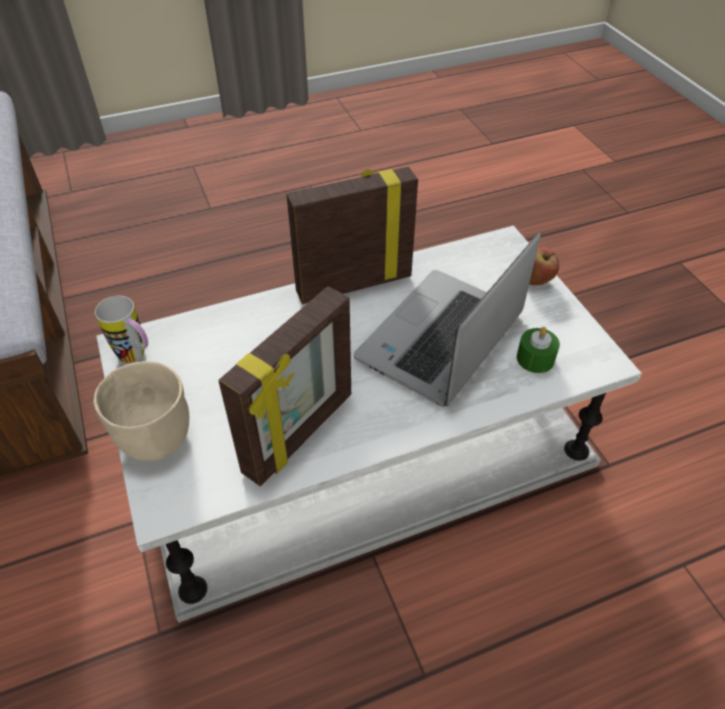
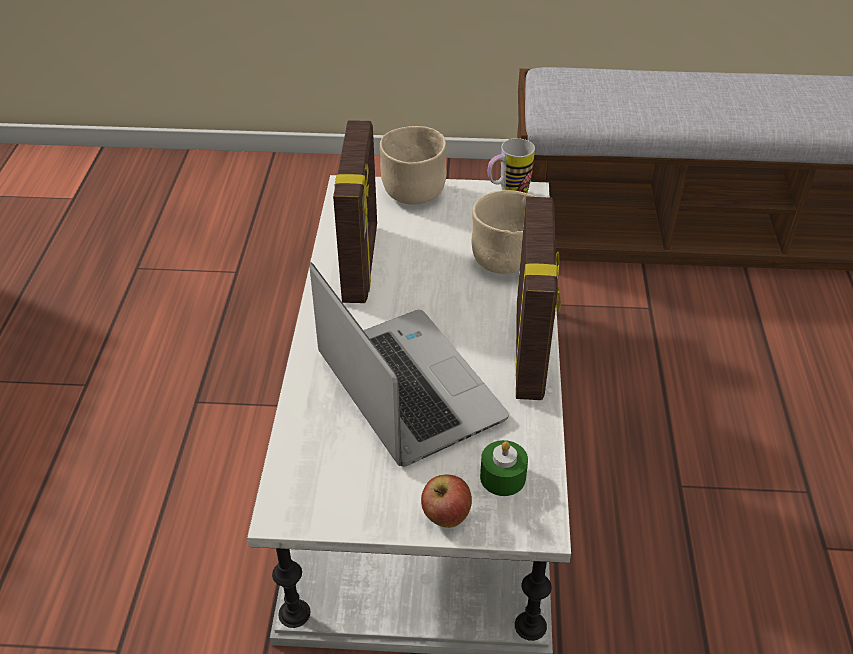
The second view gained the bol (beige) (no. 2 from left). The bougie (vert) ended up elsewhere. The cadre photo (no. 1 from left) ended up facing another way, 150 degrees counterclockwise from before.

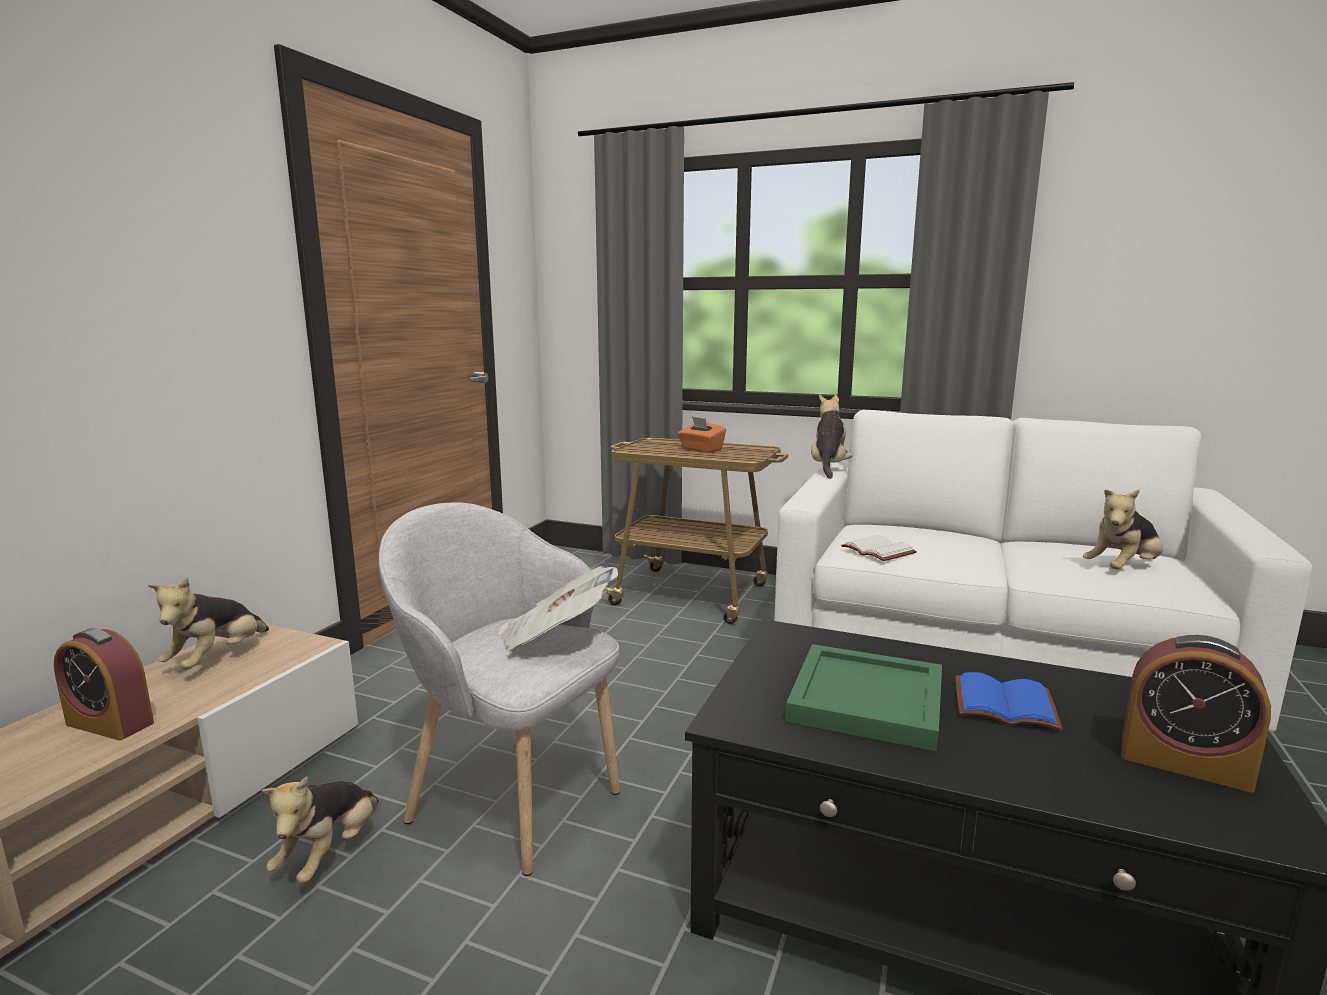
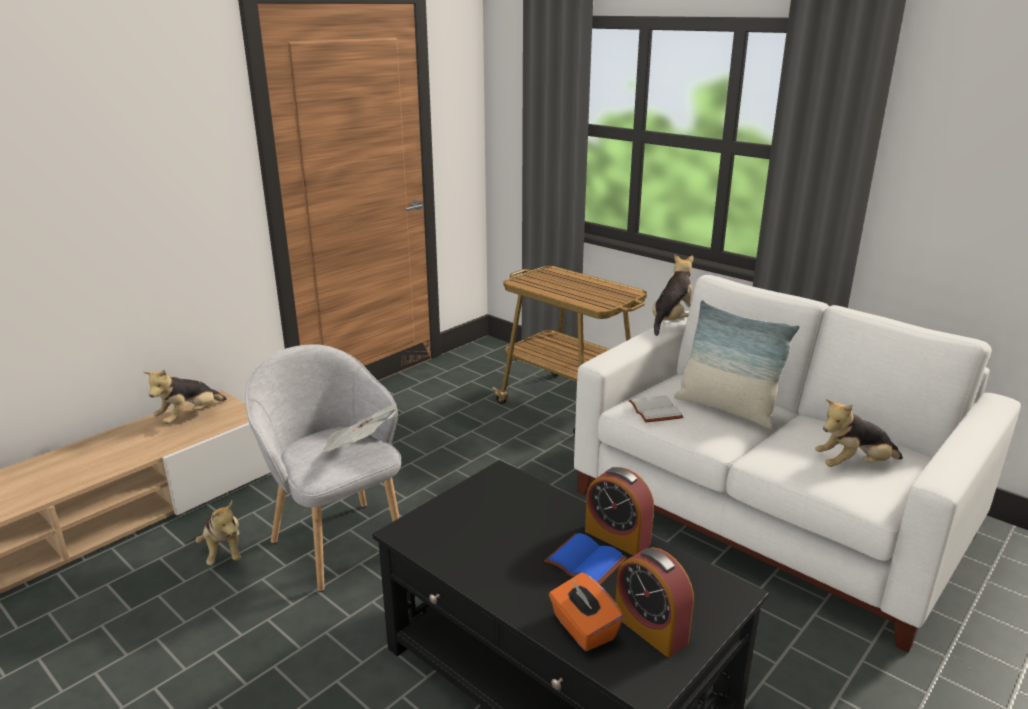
The second view lost the plateau (vert). The second view gained the coussin. The réveil (no. 1 from left) ended up elsewhere. The boîte à mouchoirs (orange) ended up elsewhere. The peluche (no. 2 from left) ended up facing another way, 60 degrees counterclockwise from before.

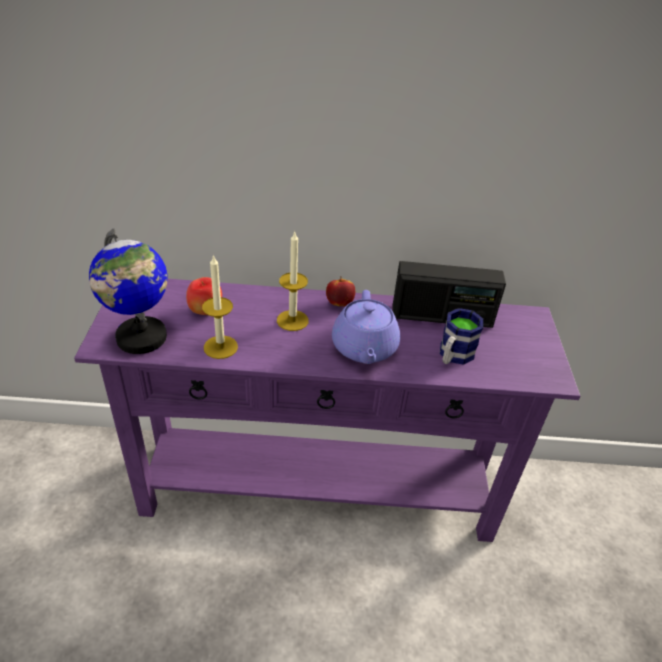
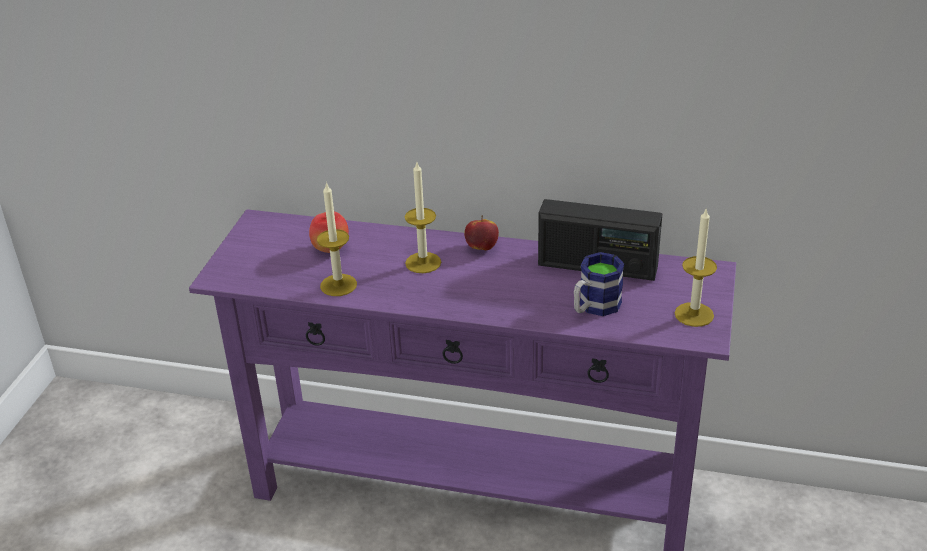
The second view lost the globe. The second view lost the théière (violet). The second view gained the bougie (no. 3 from left).

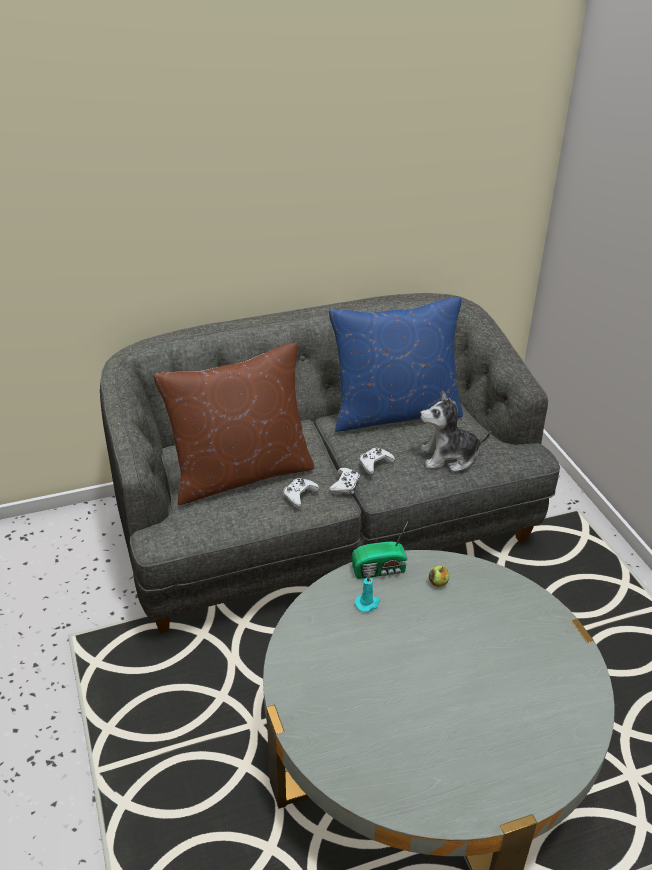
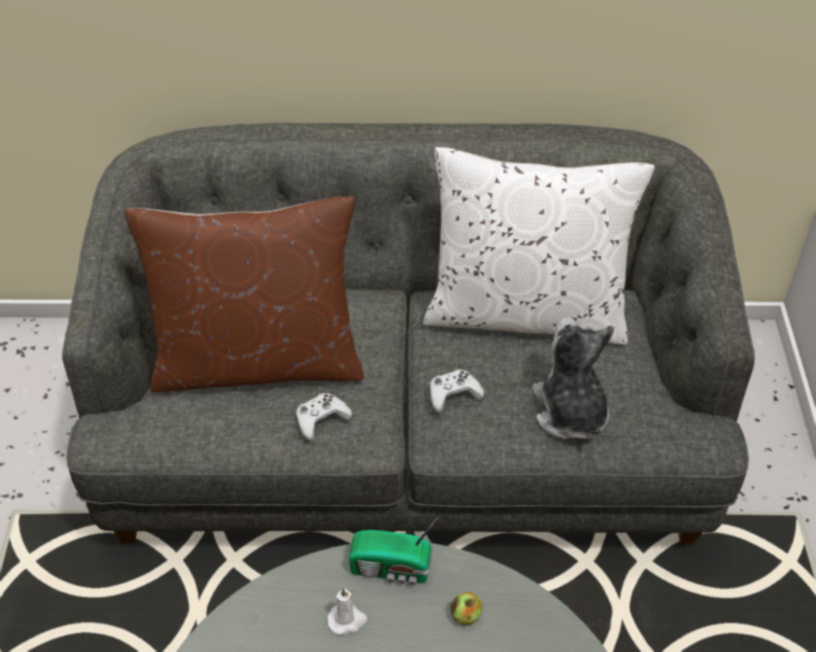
The second view lost the manette (blanc) (no. 2 from left). What was the coussin (bleu) turned into the coussin (blanc). What was the bougie (turquoise) turned into the bougie (blanc). The peluche ended up facing another way, 60 degrees clockwise from before.

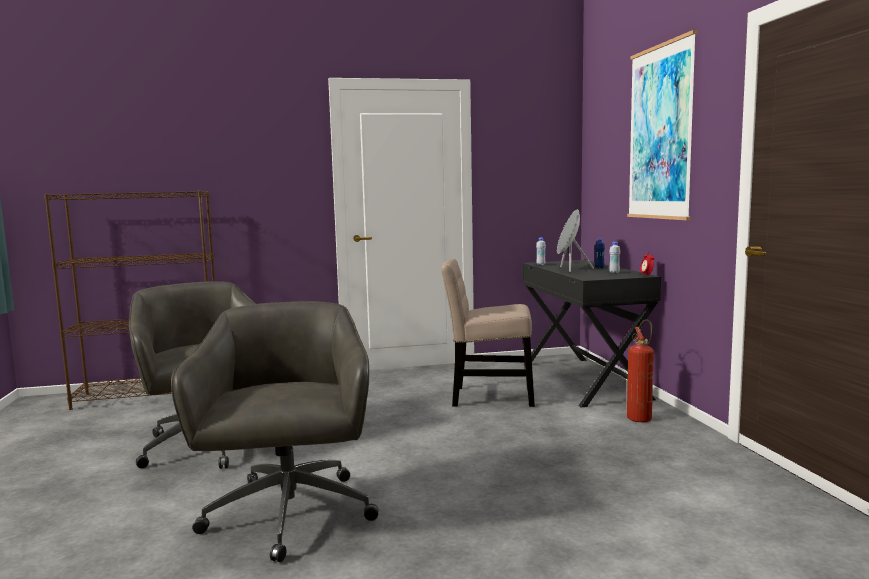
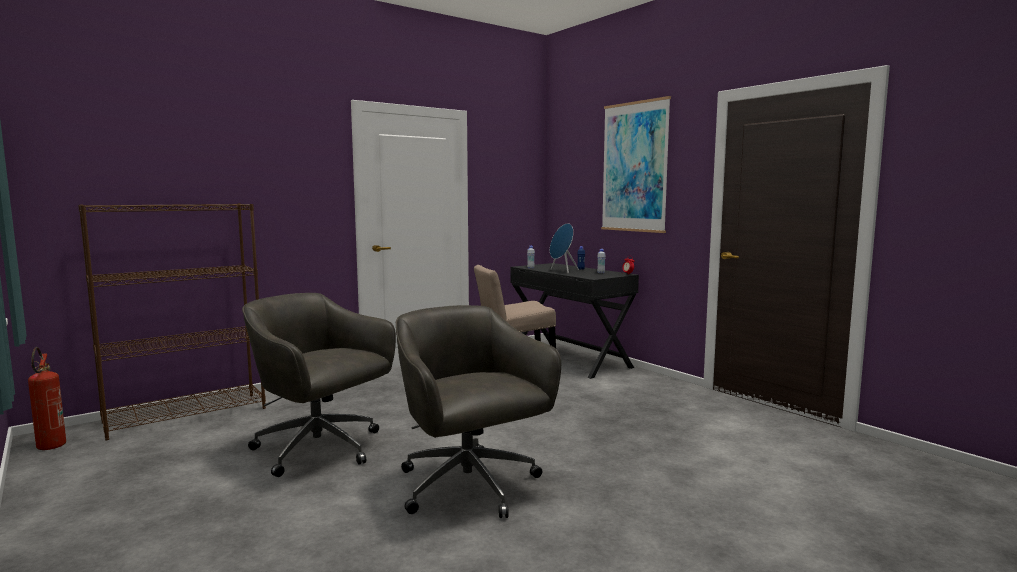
The extincteur ended up elsewhere. What was the enceinte (gris) turned into the enceinte (bleu).

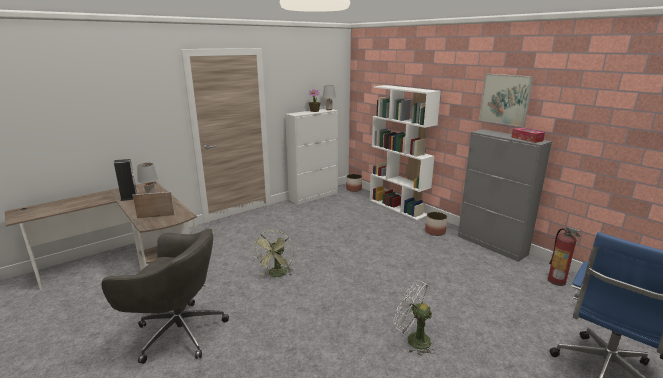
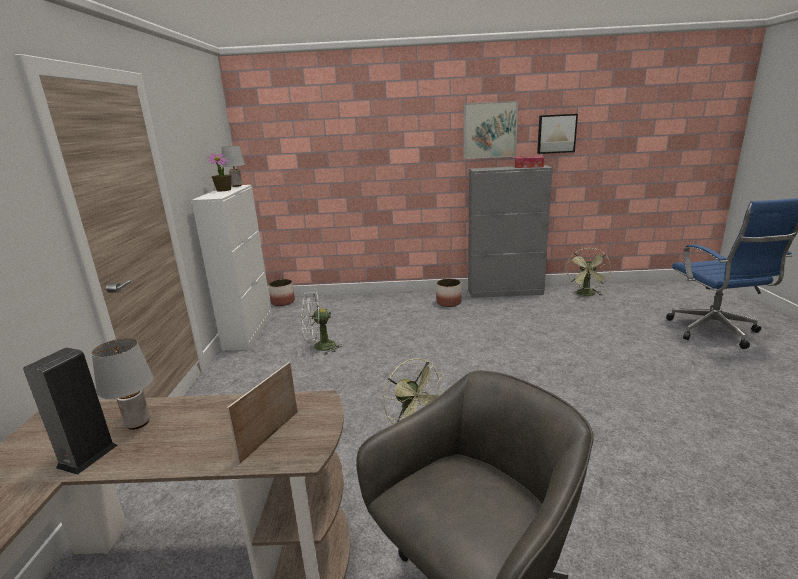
The second view lost the bibliothèque (blanc). The second view gained the tableau (no. 2 from left). The ventilateur (blanc) ended up elsewhere. Where the extincteur stood, the ventilateur (vert) (no. 2 from left) came to stand.

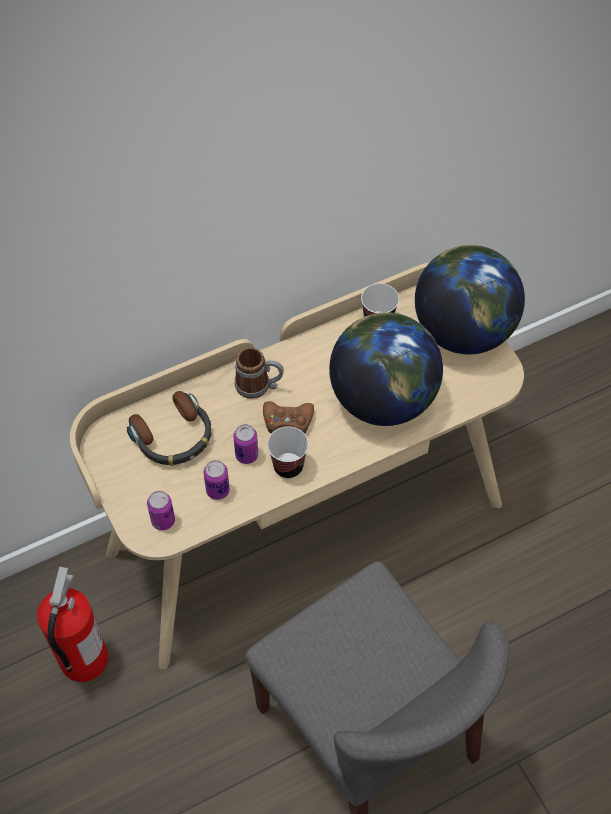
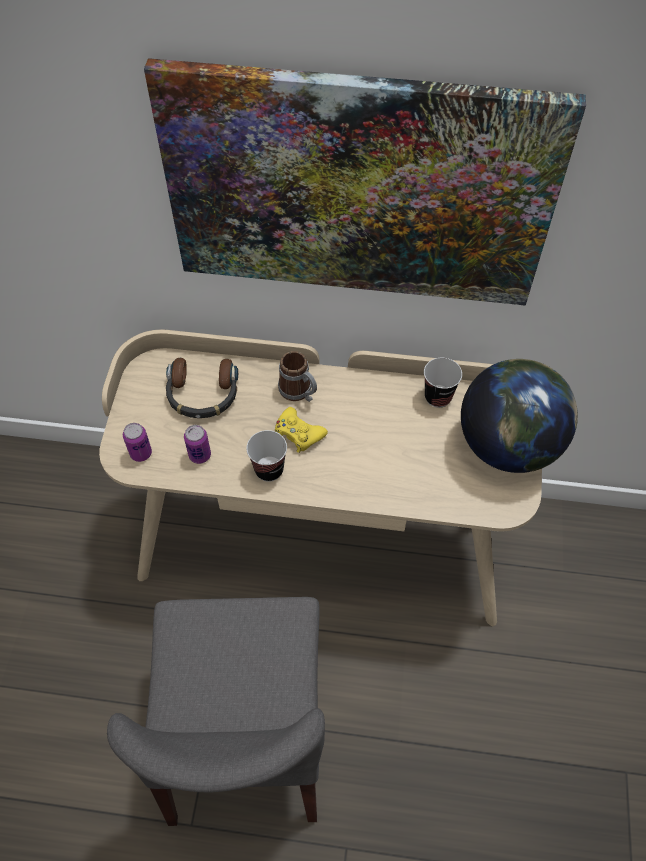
The second view lost the extincteur. The second view lost the boîte métallique (no. 3 from left). The second view lost the globe (no. 1 from left). The second view gained the tableau. What was the manette (marron) turned into the manette (jaune).

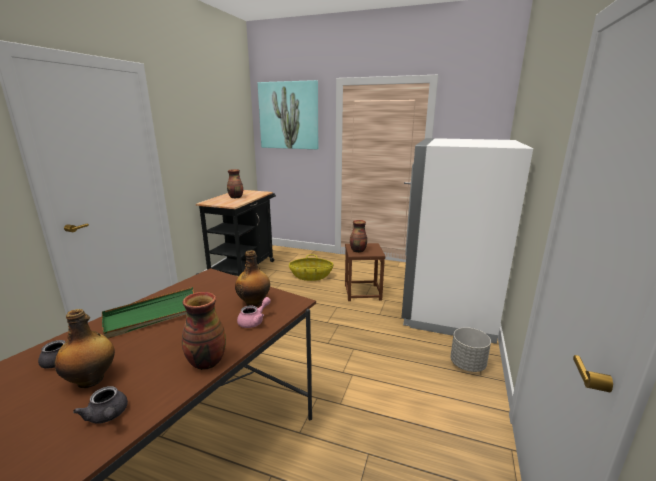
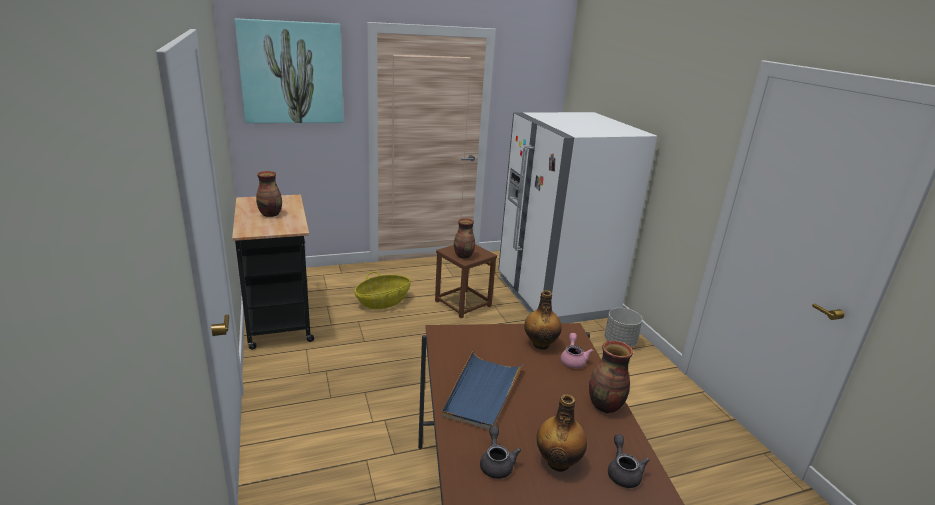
What was the plateau (vert) turned into the plateau (bleu). The théière (gris) (no. 2 from left) ended up facing another way, 105 degrees counterclockwise from before.

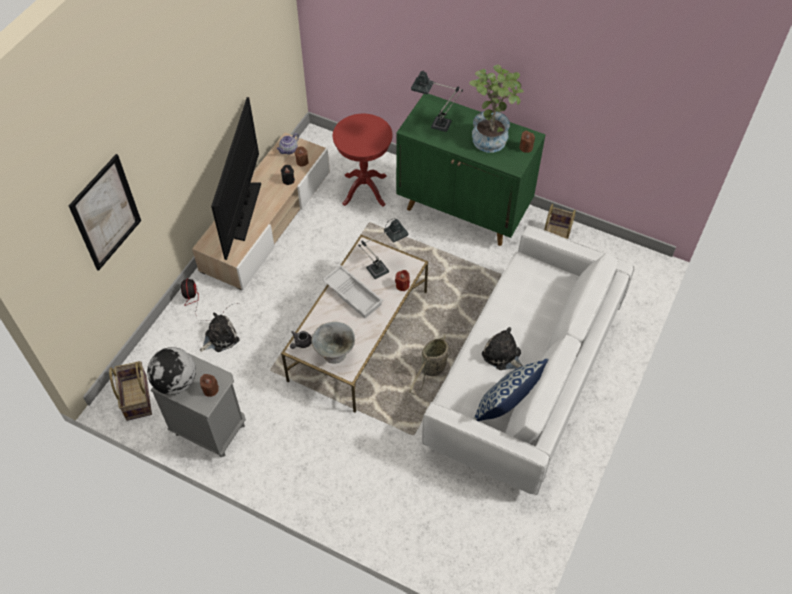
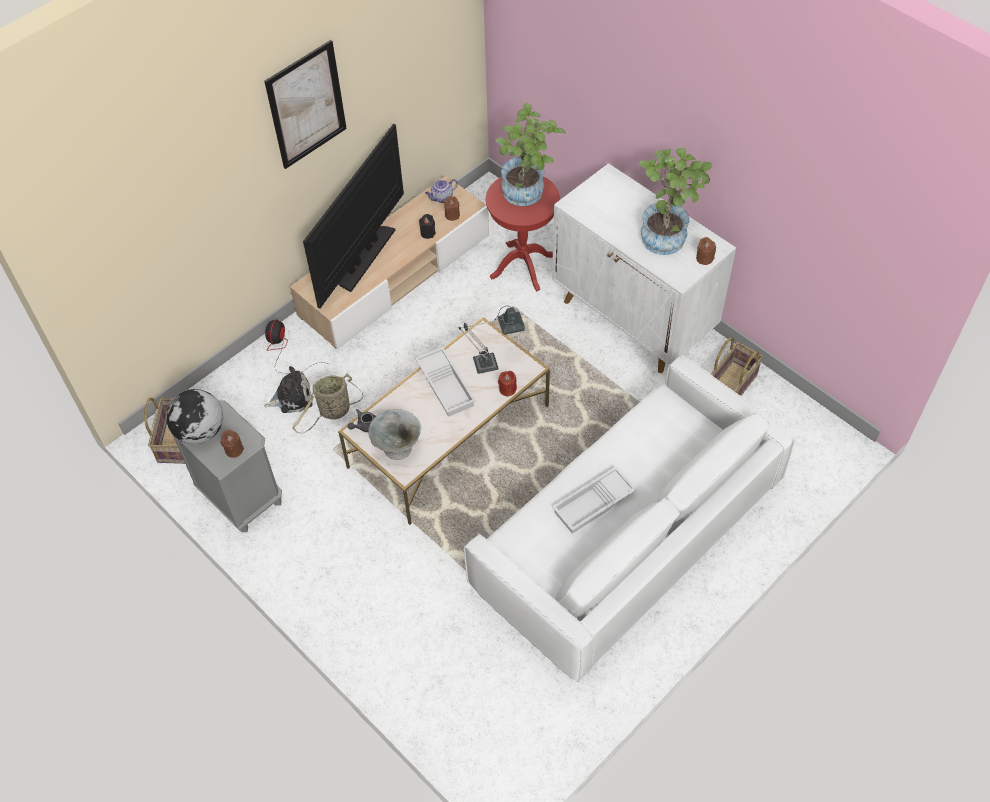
The second view lost the lampe de table (no. 2 from left). The second view lost the coussin. The second view gained the plante en pot (no. 1 from left). The tableau ended up elsewhere. The panier (no. 2 from left) ended up elsewhere. Where the peluche (no. 2 from left) stood, the plateau (blanc) (no. 2 from left) came to stand. What was the meuble de rangement (vert) turned into the meuble de rangement (blanc).

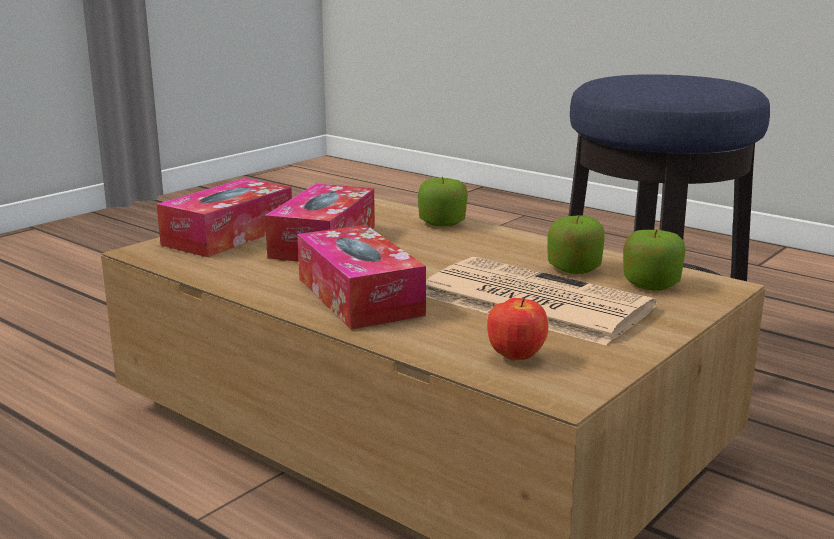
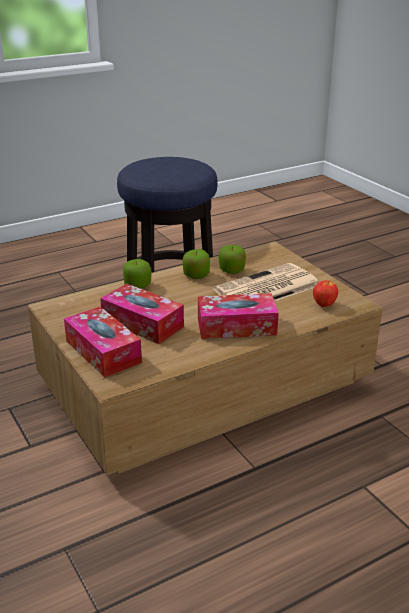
The pomme (no. 4 from left in the first image) ended up elsewhere.

